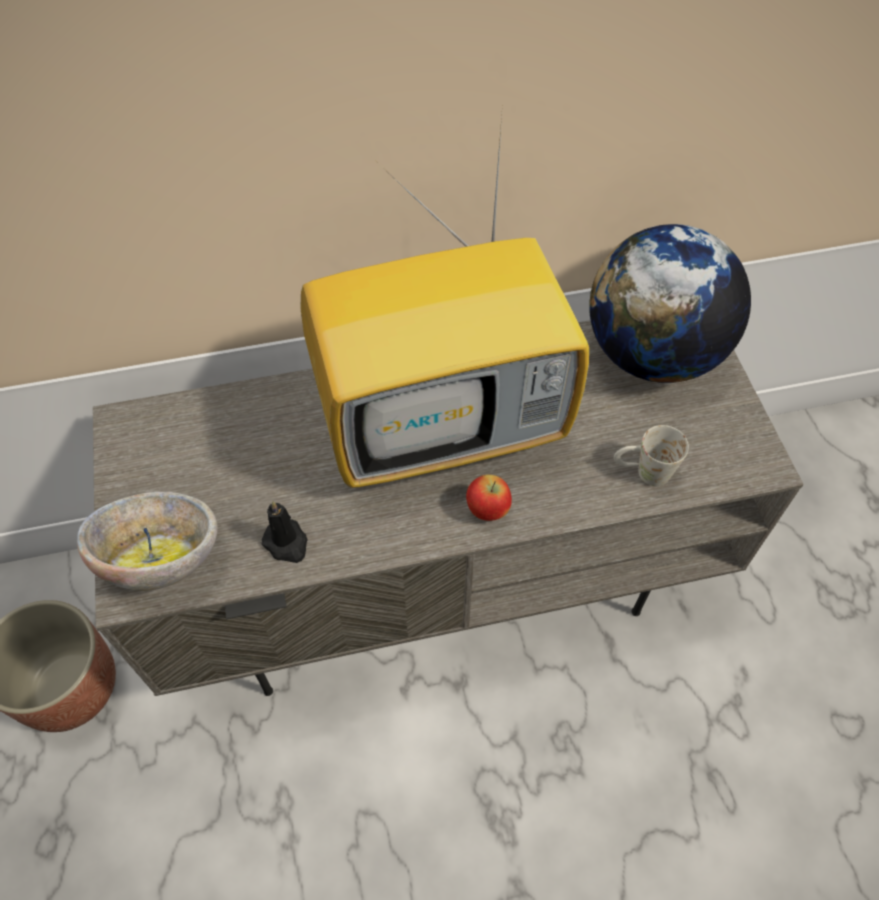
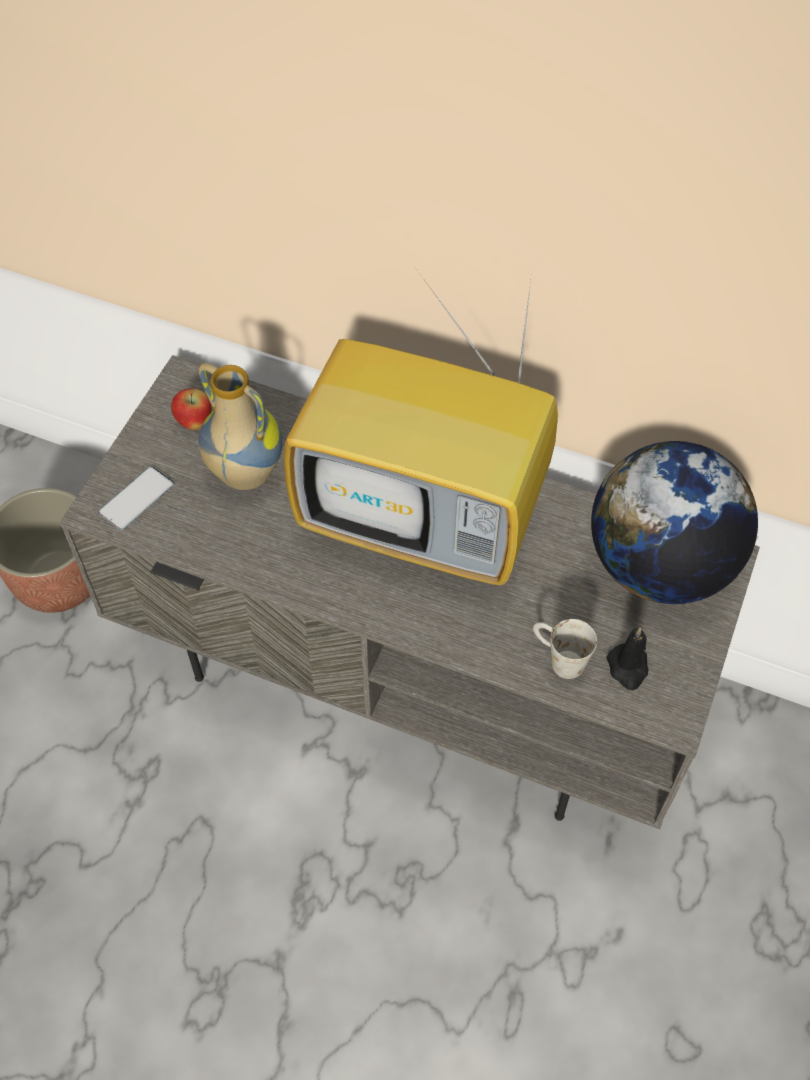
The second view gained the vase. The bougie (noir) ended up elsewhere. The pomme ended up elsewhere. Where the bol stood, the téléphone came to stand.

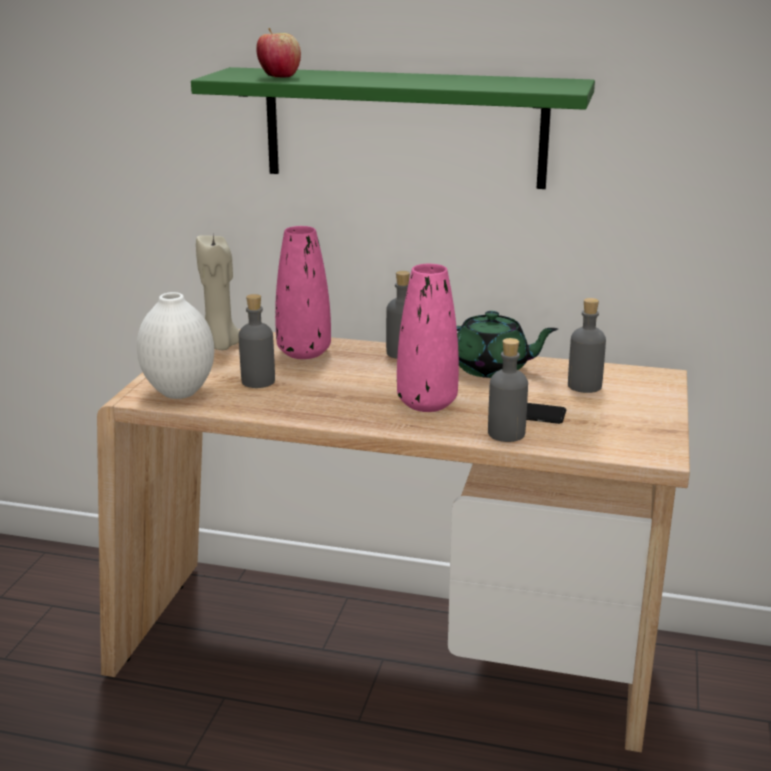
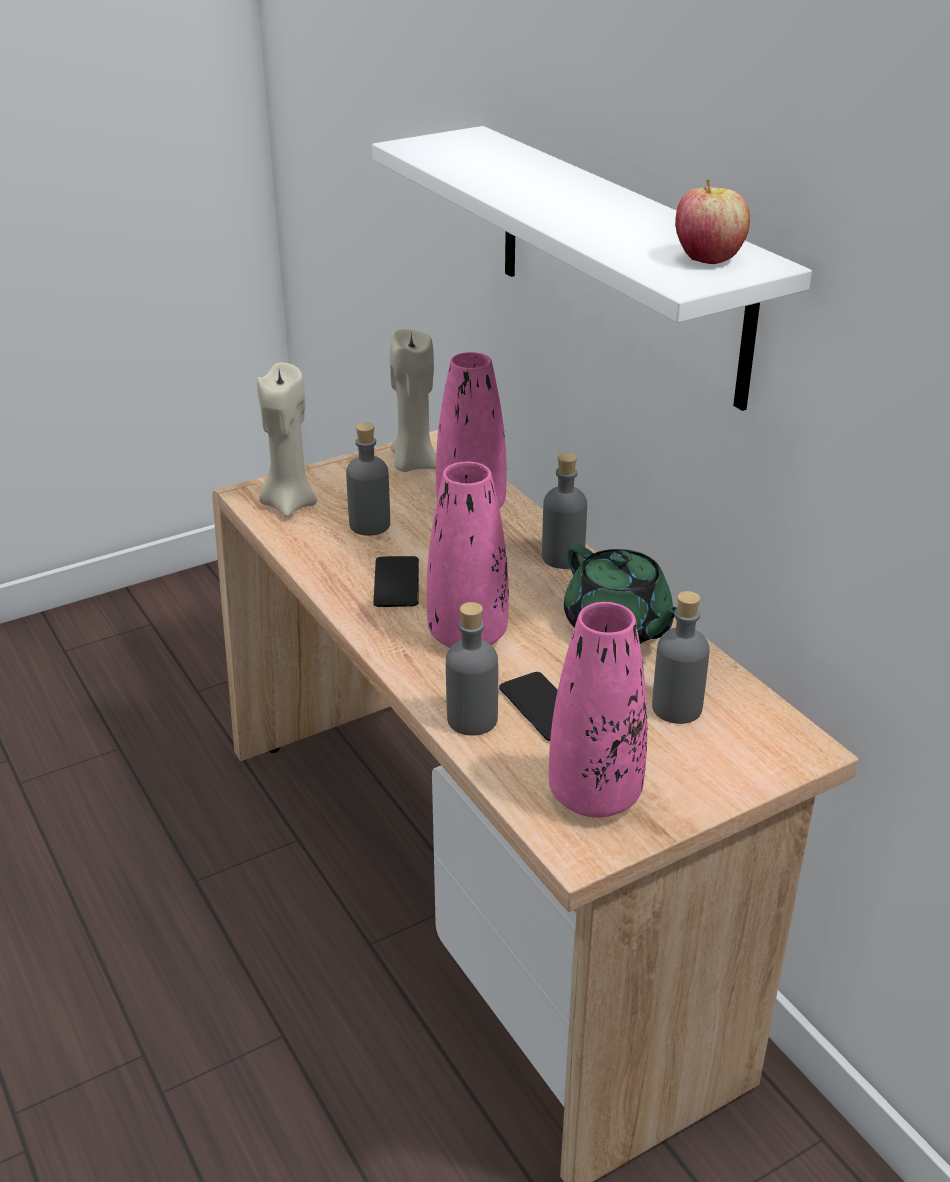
The second view gained the téléphone (no. 1 from left). The second view gained the vase (rose) (no. 3 from left). The pomme ended up elsewhere. Where the vase (blanc) stood, the bougie (beige) (no. 1 from left) came to stand. What was the étagère (vert) turned into the étagère (blanc).

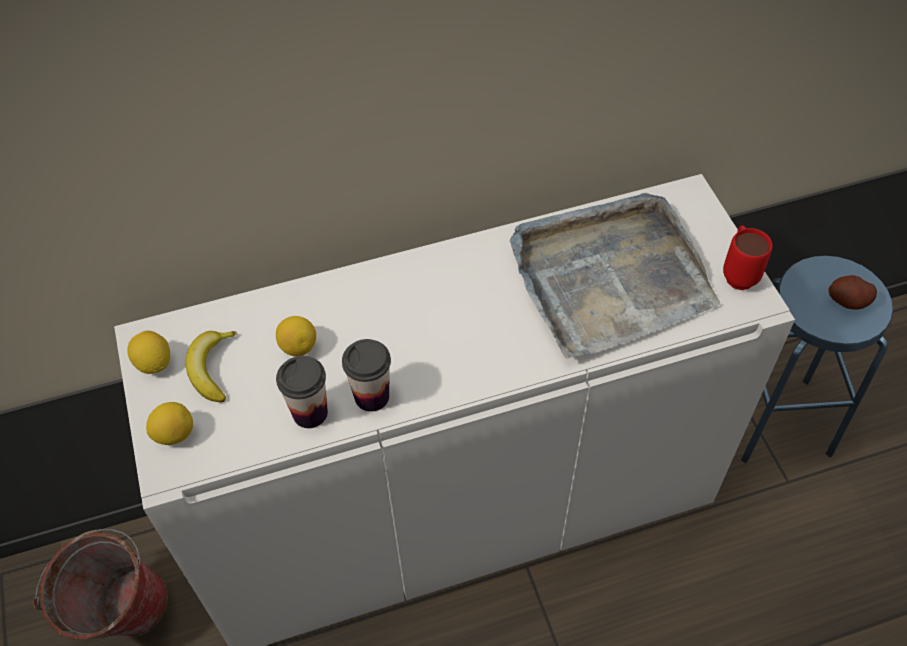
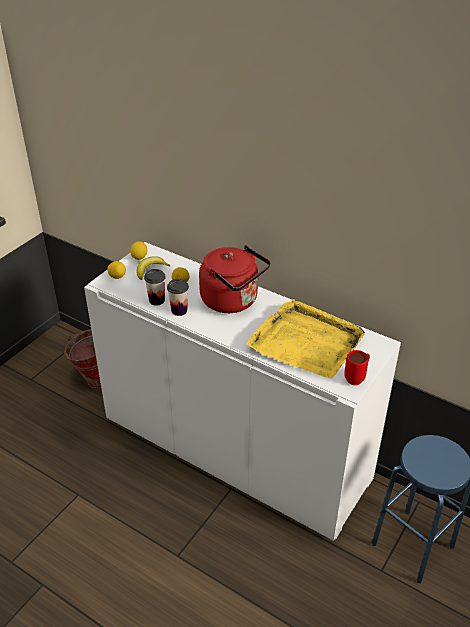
The second view lost the pomme de terre. The second view gained the bouilloire (rouge). What was the plateau (gris) turned into the plateau (jaune).

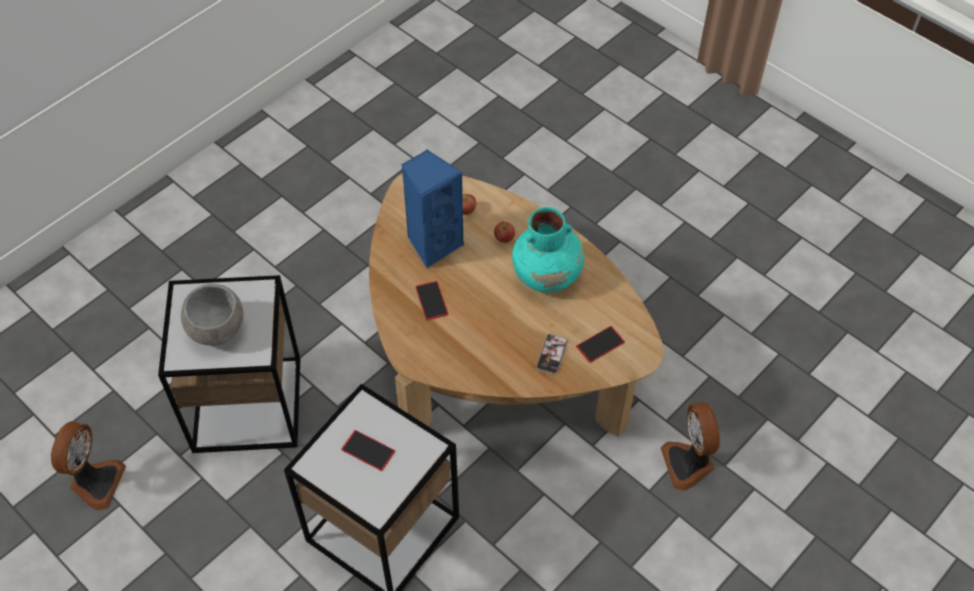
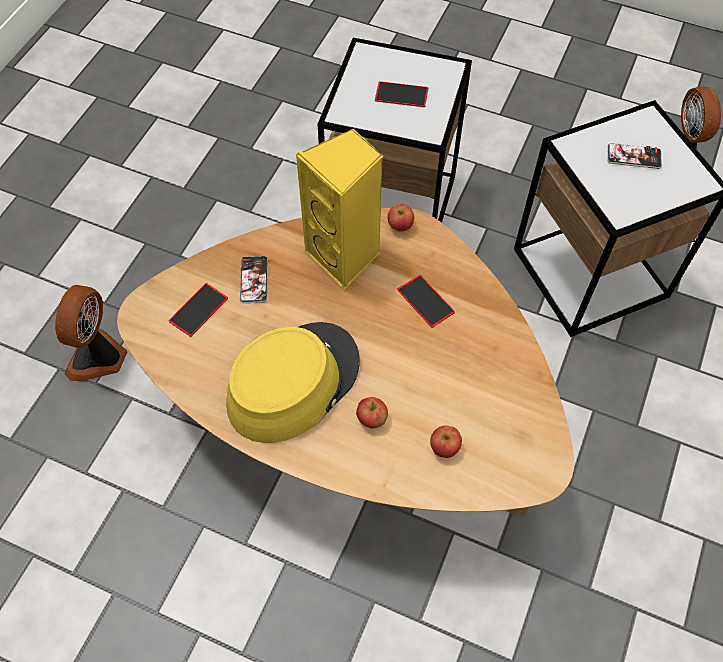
The second view lost the enceinte (bleu). The second view gained the enceinte (jaune). The second view gained the pomme (no. 2 from left). Where the bol (gris) stood, the téléphone (no. 5 from left) came to stand. Where the vase (turquoise) stood, the chapeau (jaune) came to stand. The ventilateur (no. 2 from left in the first image) ended up facing another way, 135 degrees counterclockwise from before.

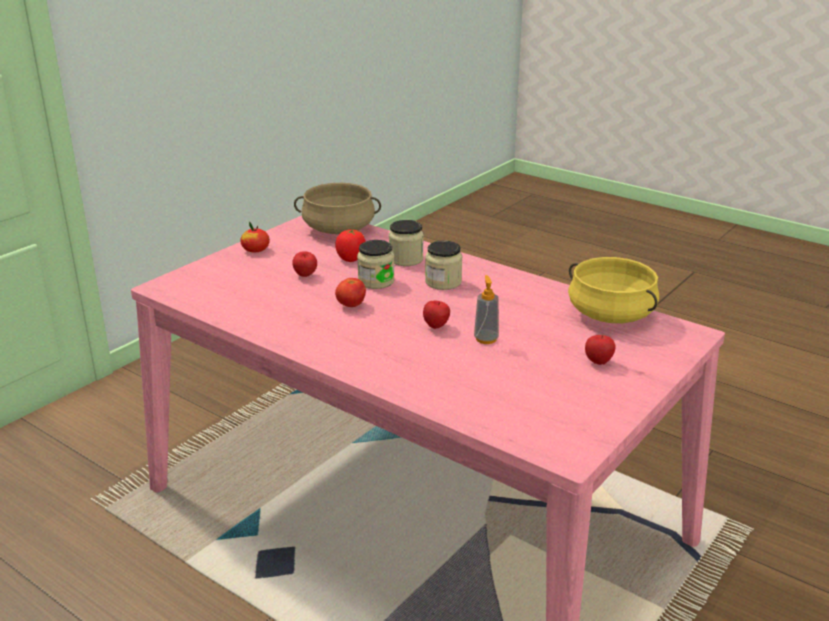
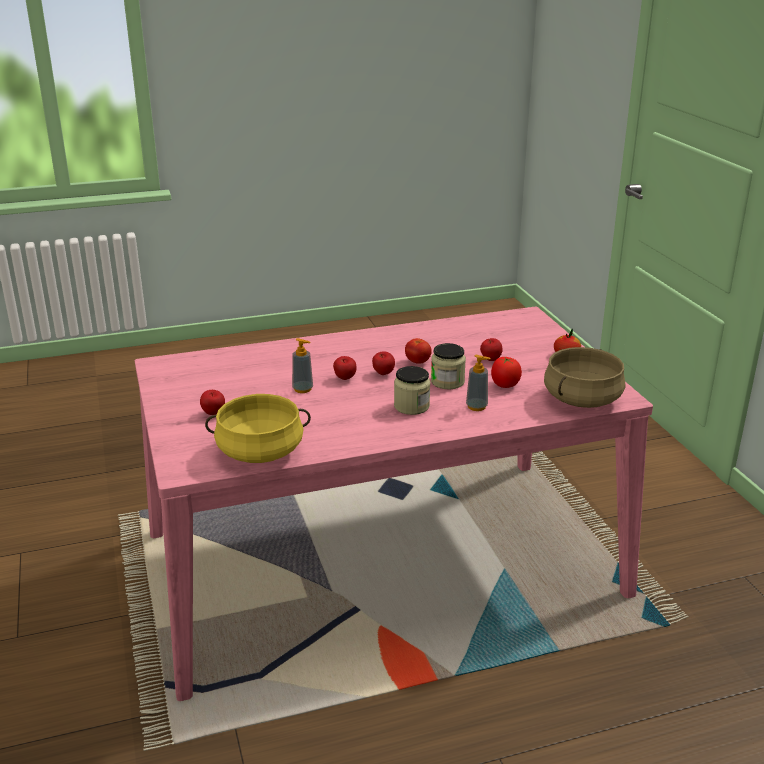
The second view gained the pomme (no. 3 from left). Where the bocal (no. 2 from left) stood, the distributeur de savon (no. 2 from left) came to stand.

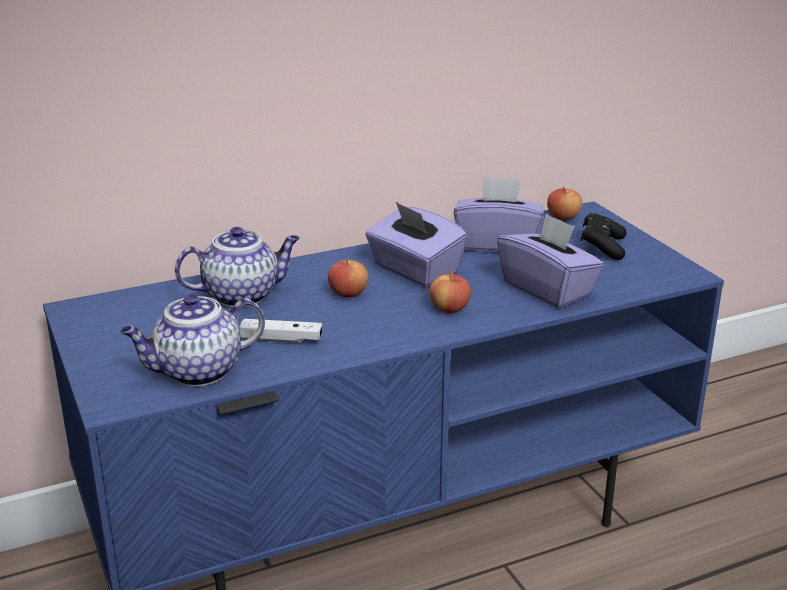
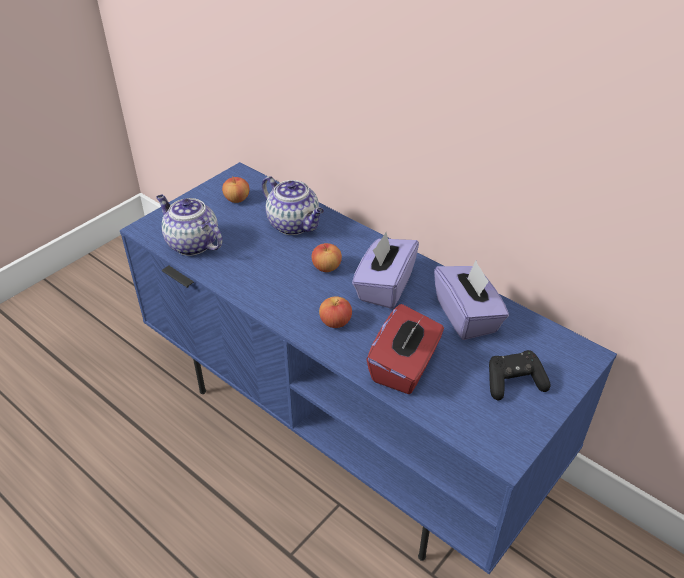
The second view lost the manette (blanc). The pomme (no. 3 from left in the first image) ended up elsewhere. What was the boîte à mouchoirs (violet) (no. 3 from left) turned into the boîte à mouchoirs (rouge).

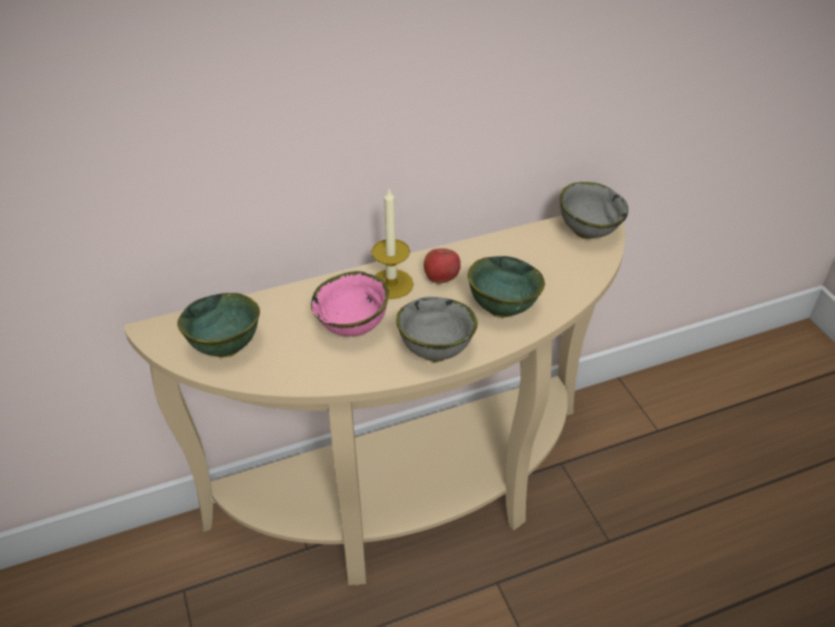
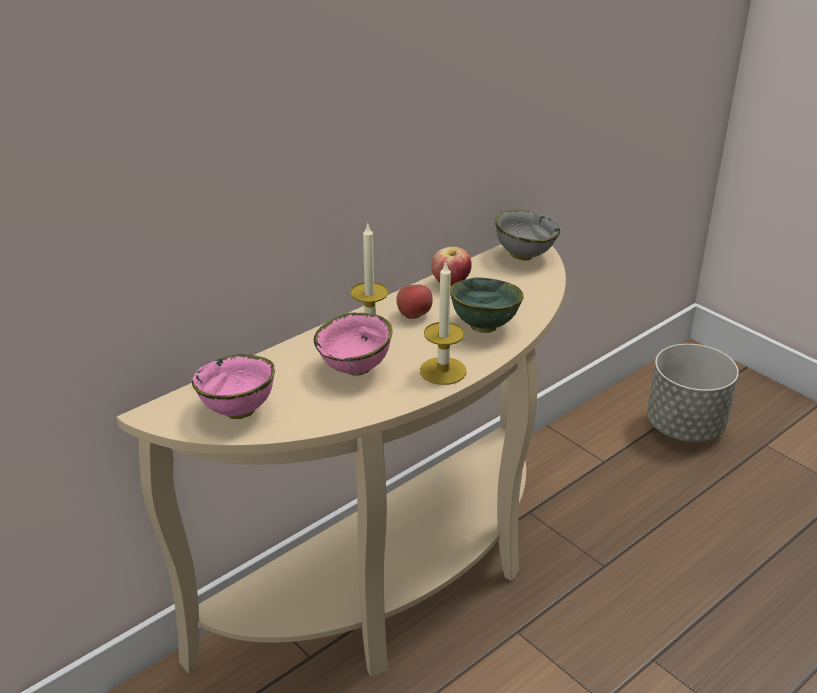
The second view gained the pomme (no. 2 from left). The second view gained the cache-pot (gris). Where the bol (gris) (no. 1 from left) stood, the bougie (no. 2 from left) came to stand. What was the bol (vert) (no. 1 from left) turned into the bol (rose) (no. 1 from left).

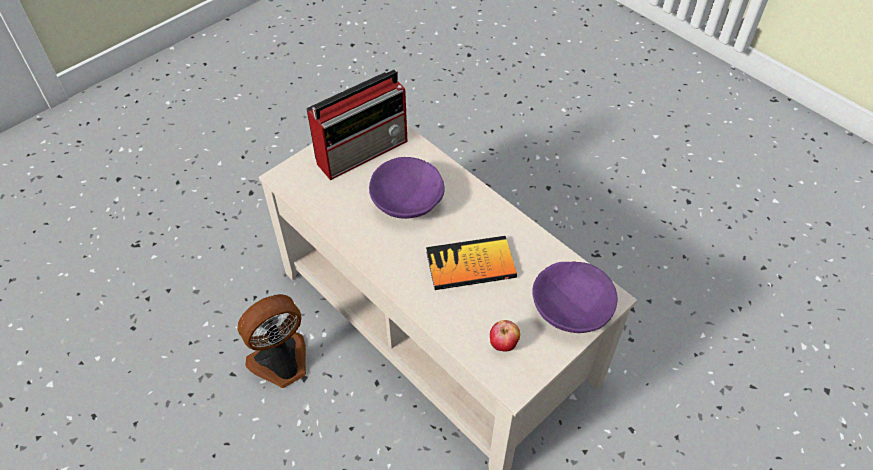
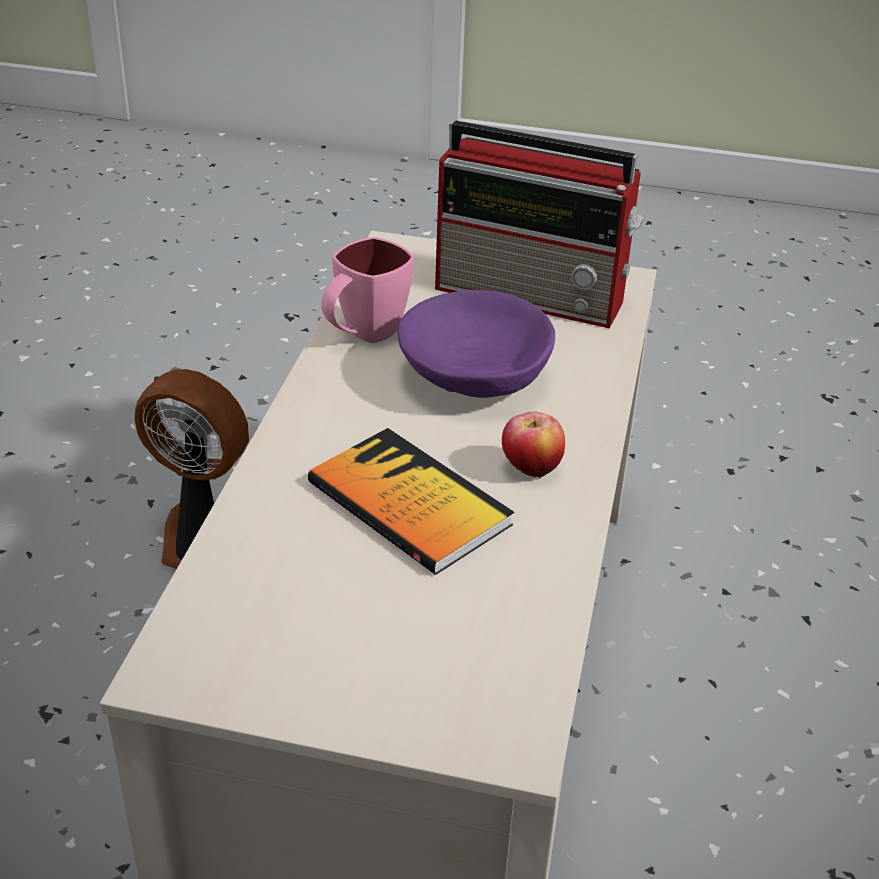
The second view lost the bol (violet) (no. 2 from left). The second view gained the mug (rose). The pomme ended up elsewhere.

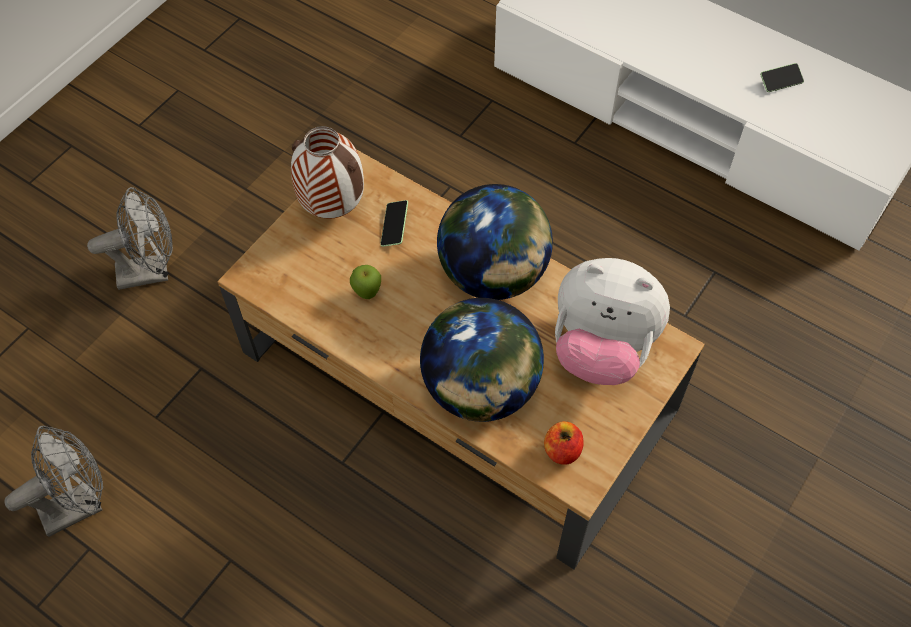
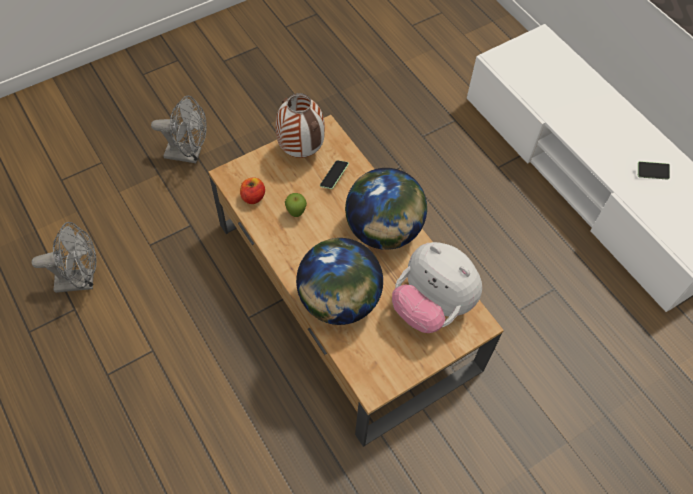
The pomme (no. 2 from left in the first image) ended up elsewhere.

